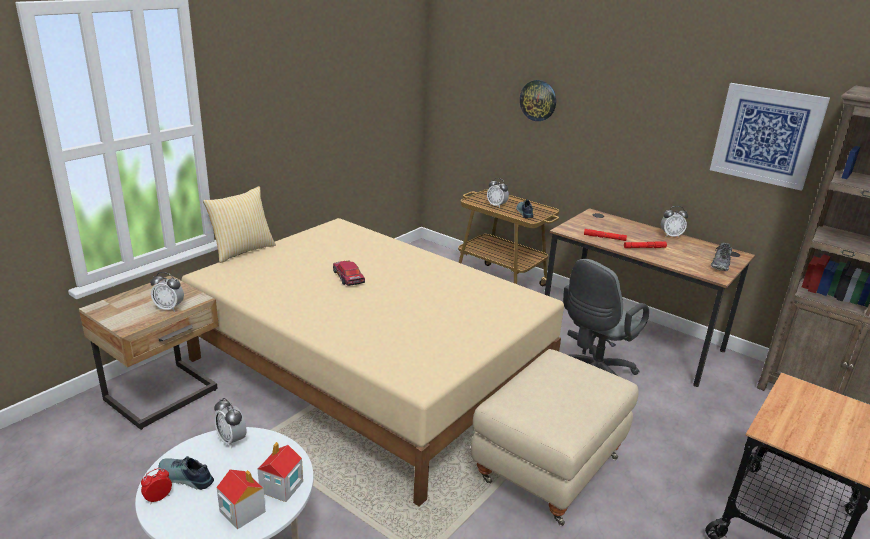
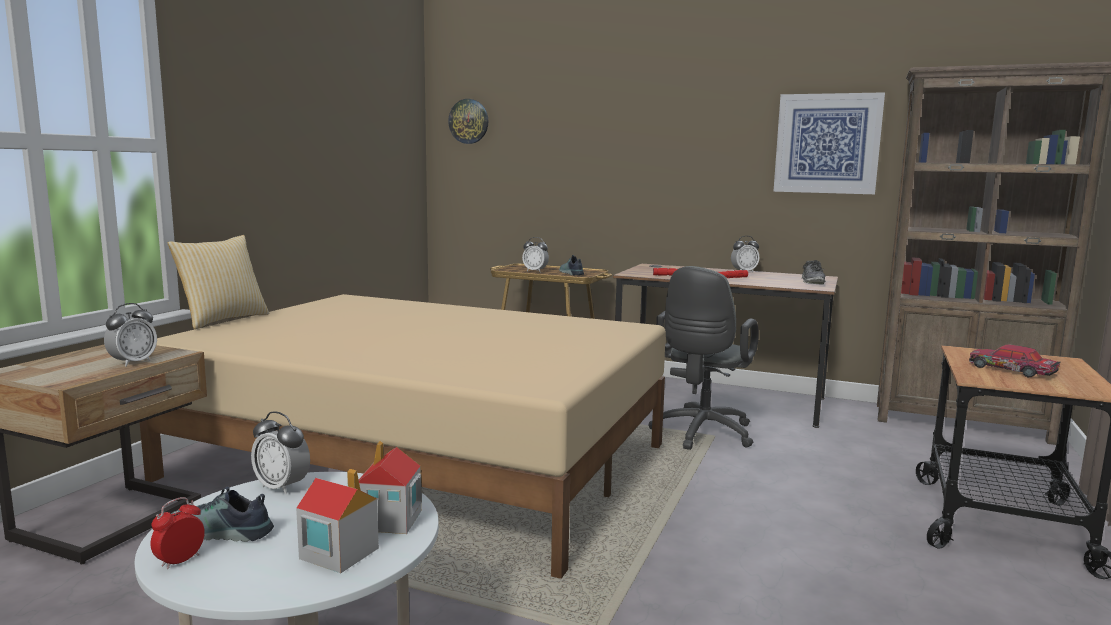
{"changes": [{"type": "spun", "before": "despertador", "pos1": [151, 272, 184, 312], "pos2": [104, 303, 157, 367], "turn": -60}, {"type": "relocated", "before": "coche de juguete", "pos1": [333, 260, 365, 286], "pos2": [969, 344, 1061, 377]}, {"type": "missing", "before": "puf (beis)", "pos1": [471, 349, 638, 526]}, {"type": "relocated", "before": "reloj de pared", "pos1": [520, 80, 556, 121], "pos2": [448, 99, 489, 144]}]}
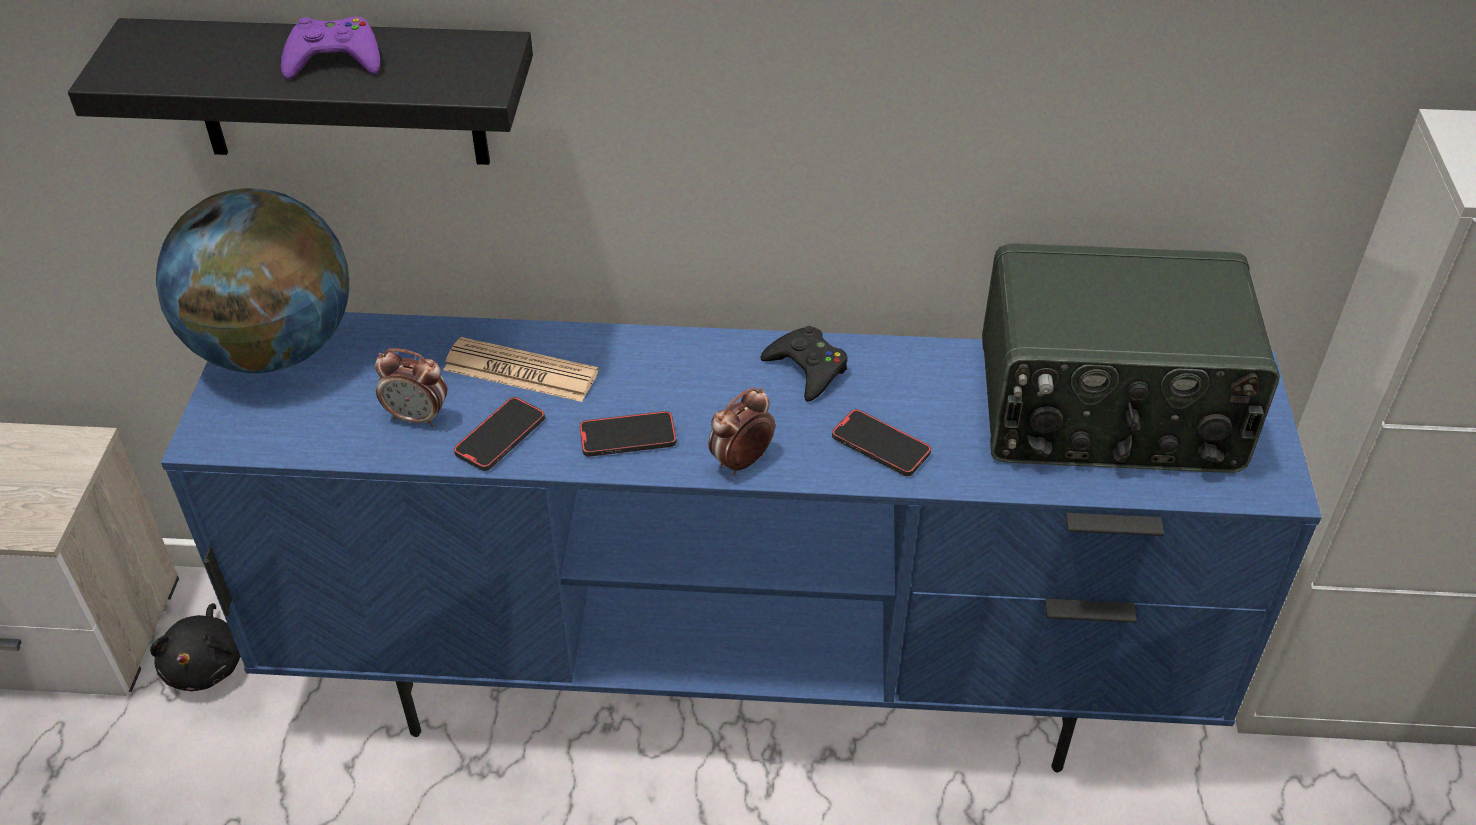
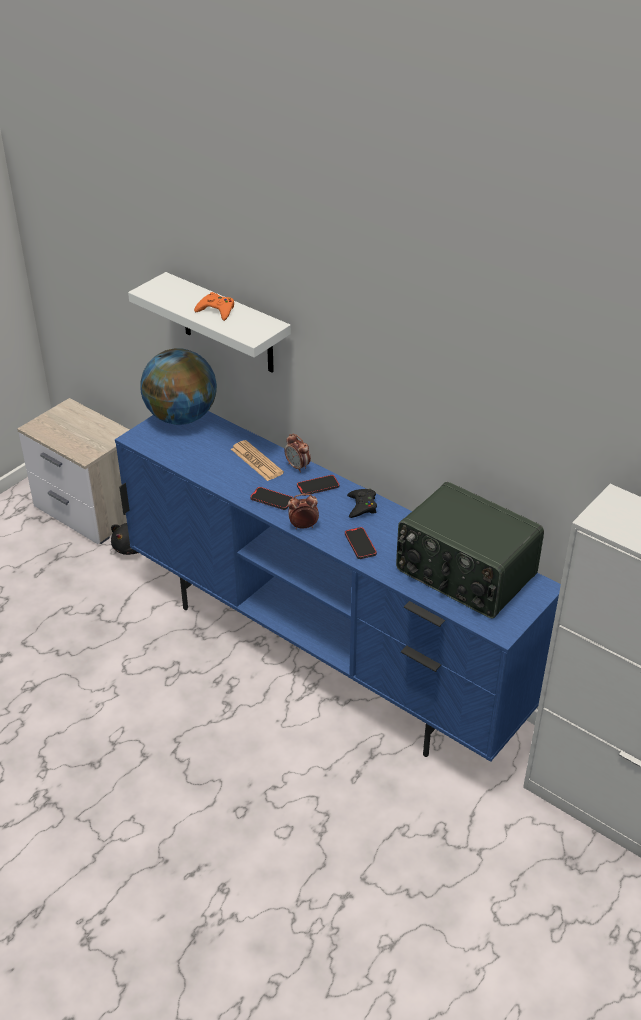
{"changes": [{"type": "colour", "before": "estante (negro)", "after": "estante (blanco)", "pos1": [68, 18, 533, 165], "pos2": [128, 272, 291, 373]}, {"type": "colour", "before": "mando de consola (morado)", "after": "mando de consola (naranja)", "pos1": [281, 17, 380, 80], "pos2": [194, 292, 234, 321]}, {"type": "relocated", "before": "despertador", "pos1": [375, 348, 447, 427], "pos2": [284, 434, 311, 473]}, {"type": "relocated", "before": "móvil", "pos1": [454, 397, 545, 471], "pos2": [297, 475, 339, 496]}]}
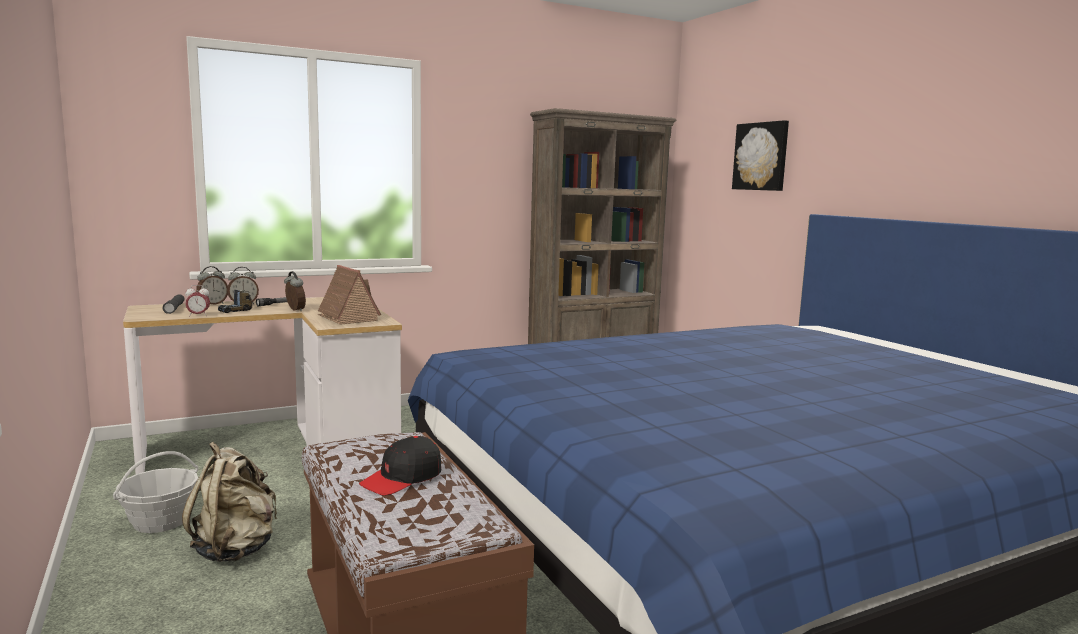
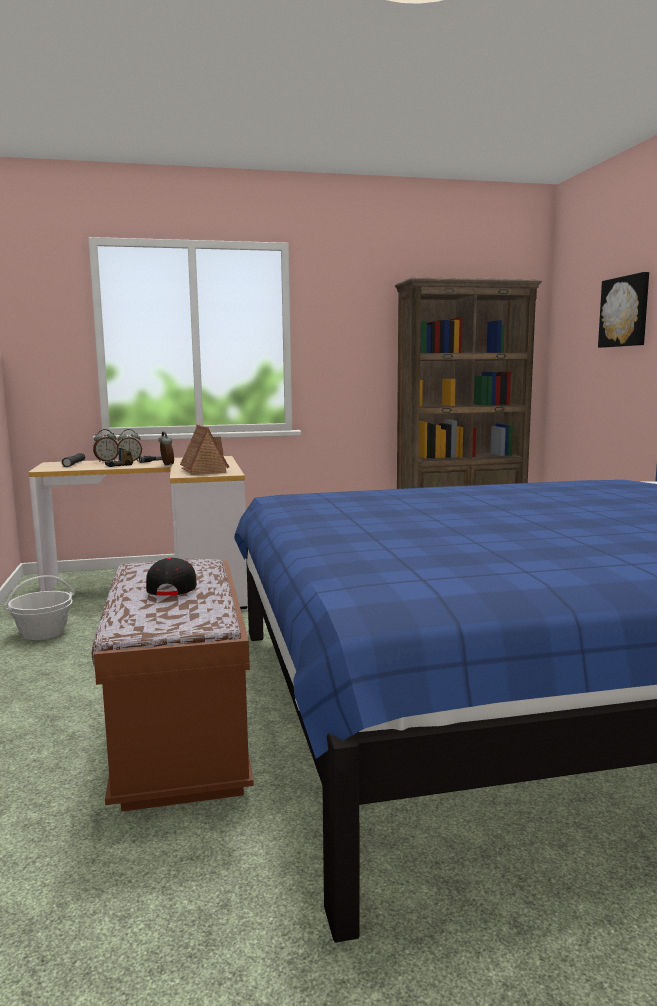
{"changes": [{"type": "missing", "before": "mochila (beis)", "pos1": [182, 442, 277, 562]}, {"type": "missing", "before": "despertador", "pos1": [185, 285, 210, 317]}, {"type": "spun", "before": "gorra (negro)", "pos1": [359, 436, 441, 496], "pos2": [146, 558, 197, 595], "turn": 120}]}
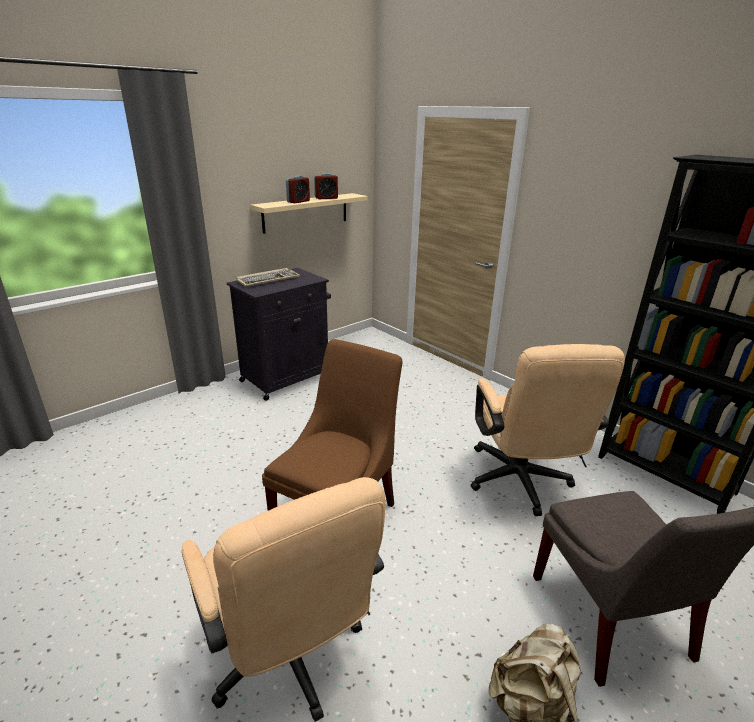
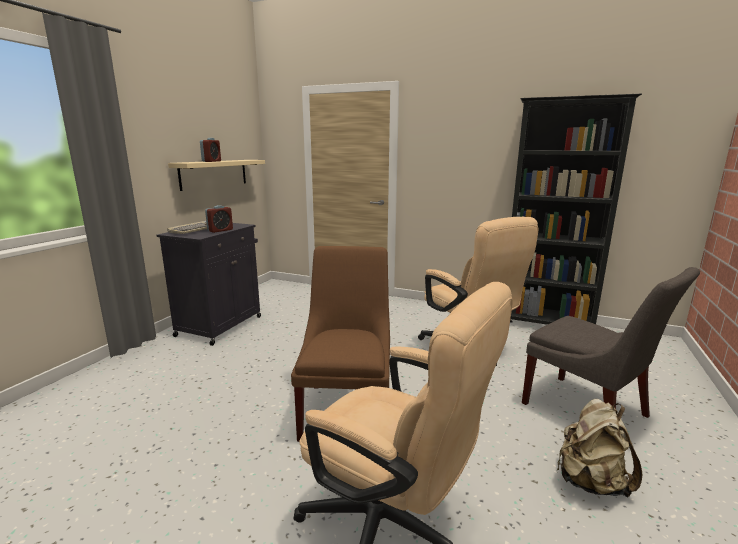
{"changes": [{"type": "relocated", "before": "despertador", "pos1": [314, 173, 338, 199], "pos2": [205, 205, 233, 233]}]}
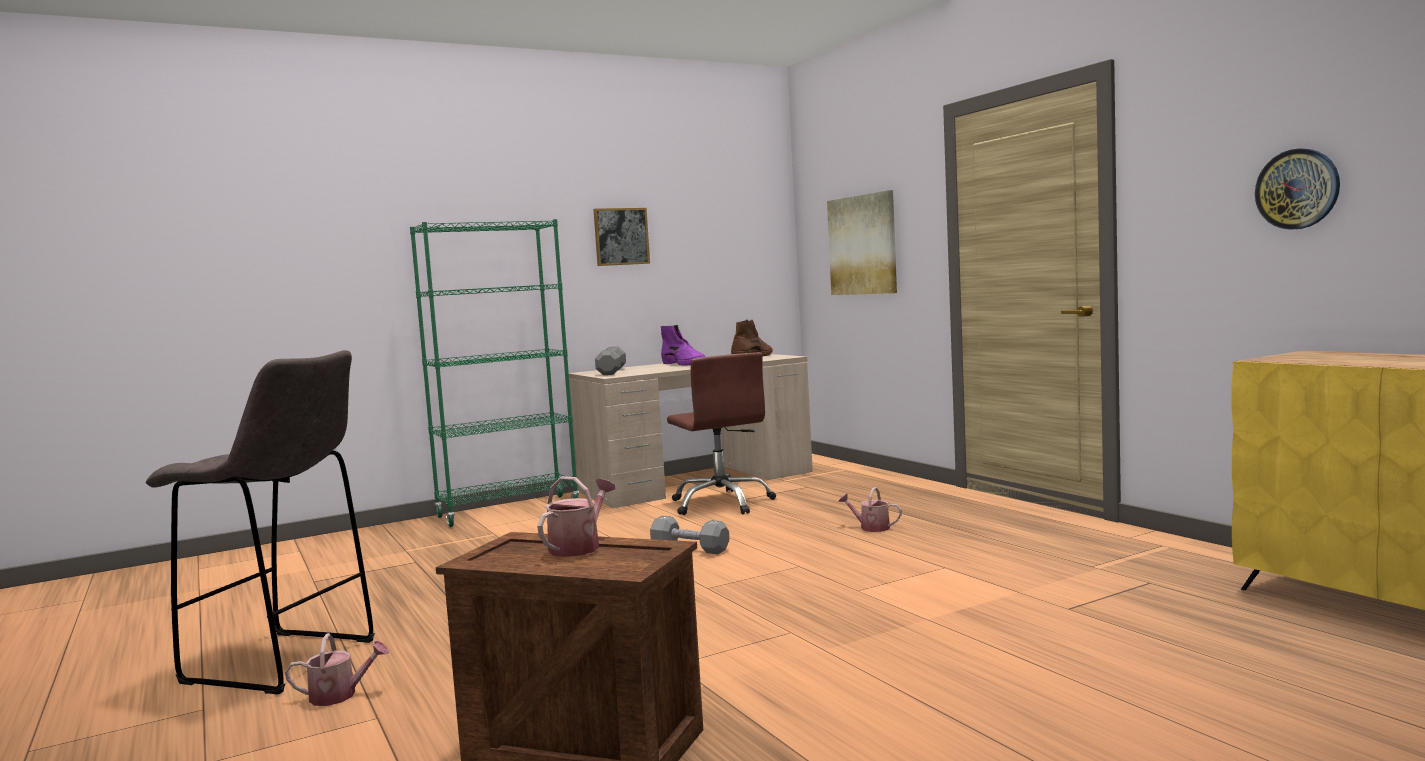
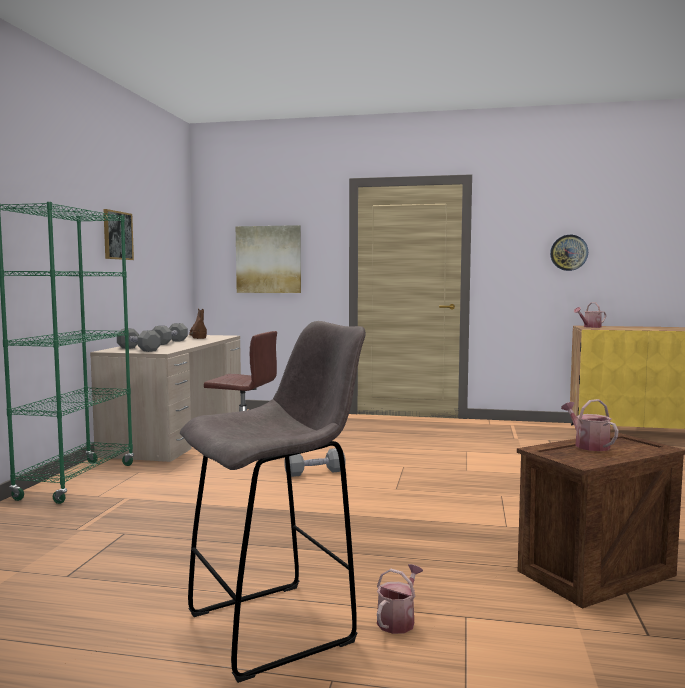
{"changes": [{"type": "exchanged", "before": "bota (morado)", "after": "mancuerna (gris)", "pos1": [661, 324, 706, 366], "pos2": [152, 323, 188, 345]}, {"type": "relocated", "before": "regadera", "pos1": [838, 487, 902, 532], "pos2": [574, 302, 606, 328]}]}
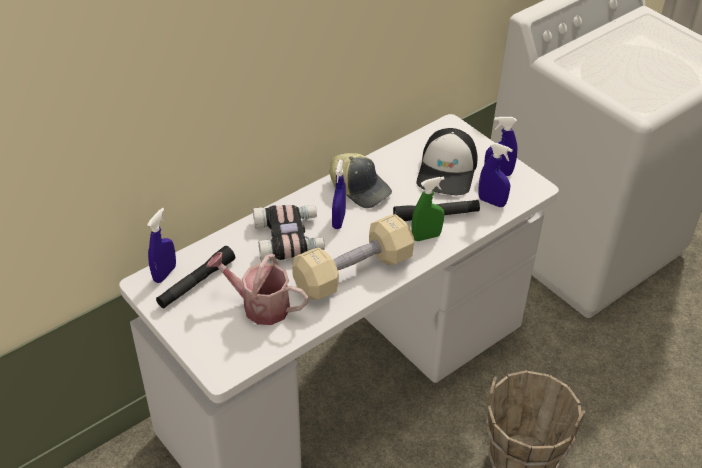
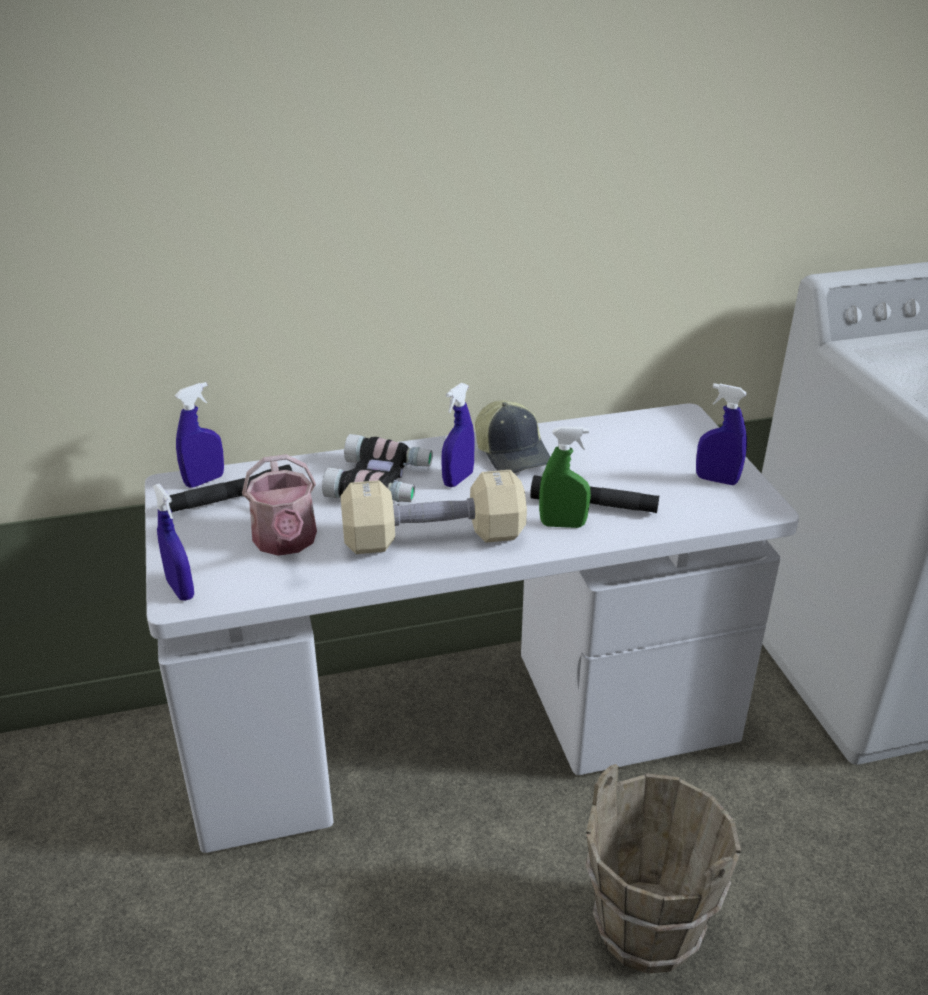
{"changes": [{"type": "spun", "before": "regadera", "pos1": [206, 252, 308, 325], "pos2": [242, 454, 317, 556], "turn": -150}, {"type": "missing", "before": "gorra", "pos1": [416, 128, 477, 195]}, {"type": "relocated", "before": "pulverizador (azul)", "pos1": [479, 143, 513, 207], "pos2": [153, 483, 194, 601]}]}
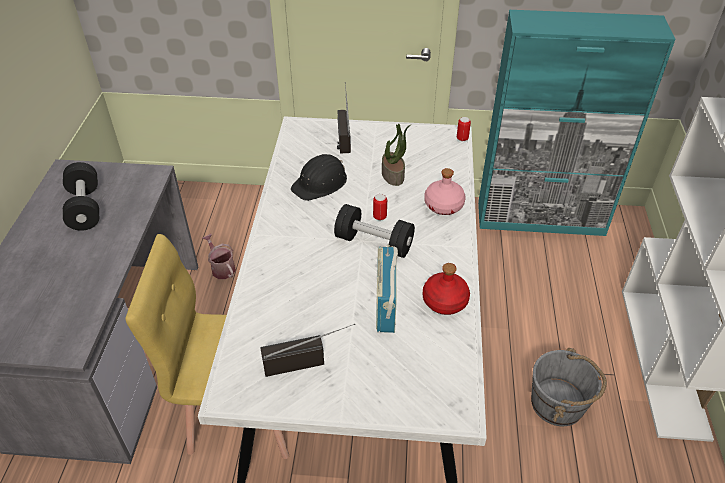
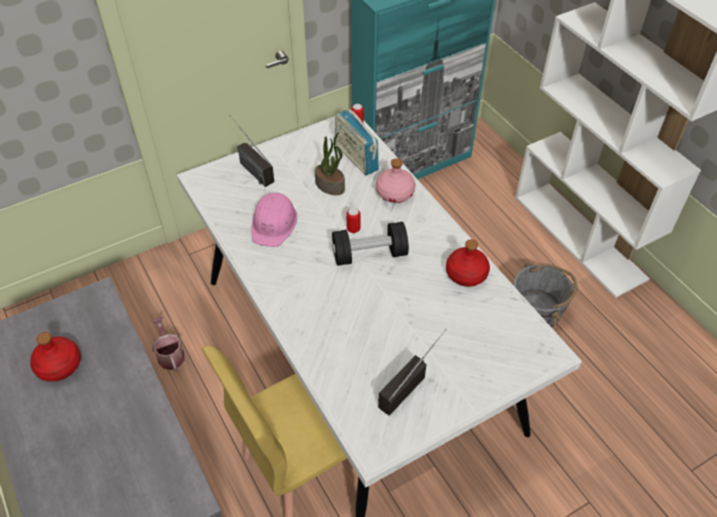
{"changes": [{"type": "exchanged", "before": "mancuerna (negro)", "after": "botella (rojo)", "pos1": [63, 162, 99, 231], "pos2": [30, 332, 81, 381]}, {"type": "spun", "before": "regadera", "pos1": [202, 234, 236, 279], "pos2": [152, 316, 185, 371], "turn": 45}, {"type": "colour", "before": "casco (negro)", "after": "casco (rosa)", "pos1": [291, 154, 347, 201], "pos2": [251, 193, 297, 247]}, {"type": "relocated", "before": "radio", "pos1": [376, 245, 398, 333], "pos2": [335, 108, 379, 176]}]}
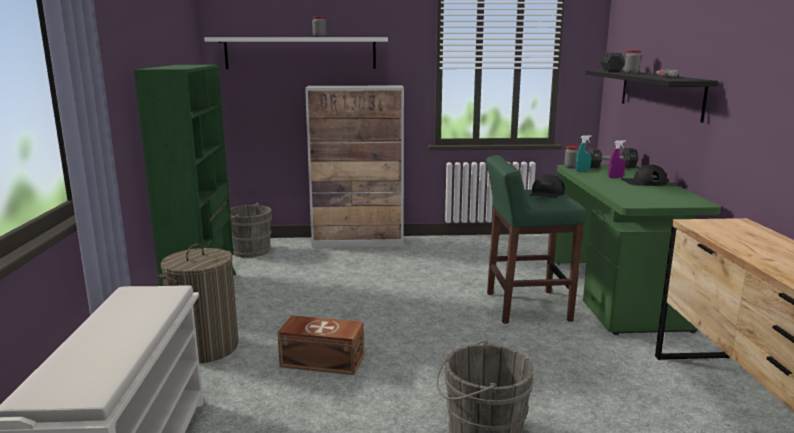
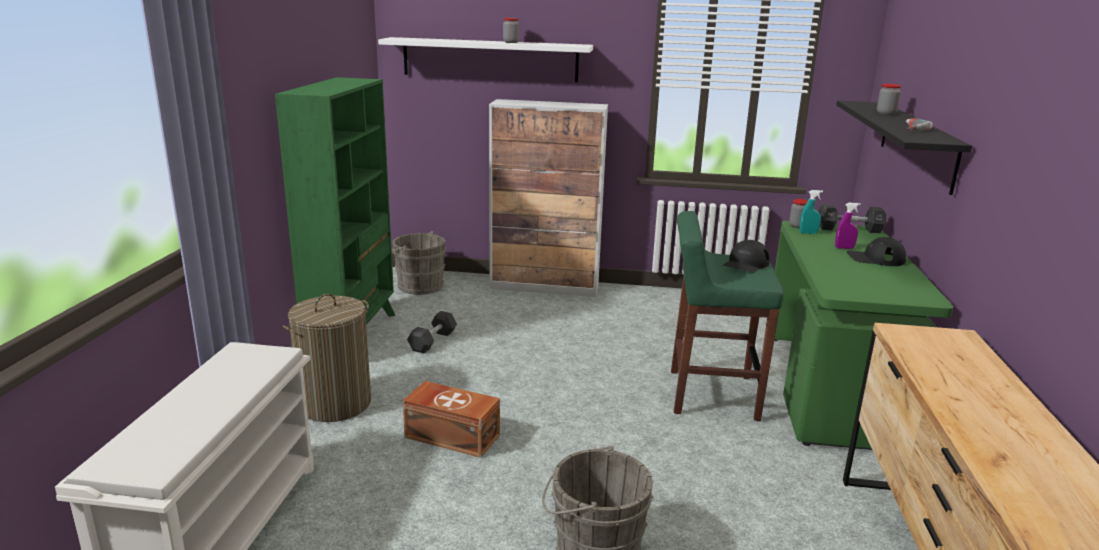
{"changes": [{"type": "relocated", "before": "mancuerna (negro)", "pos1": [600, 52, 625, 72], "pos2": [407, 311, 457, 353]}]}
